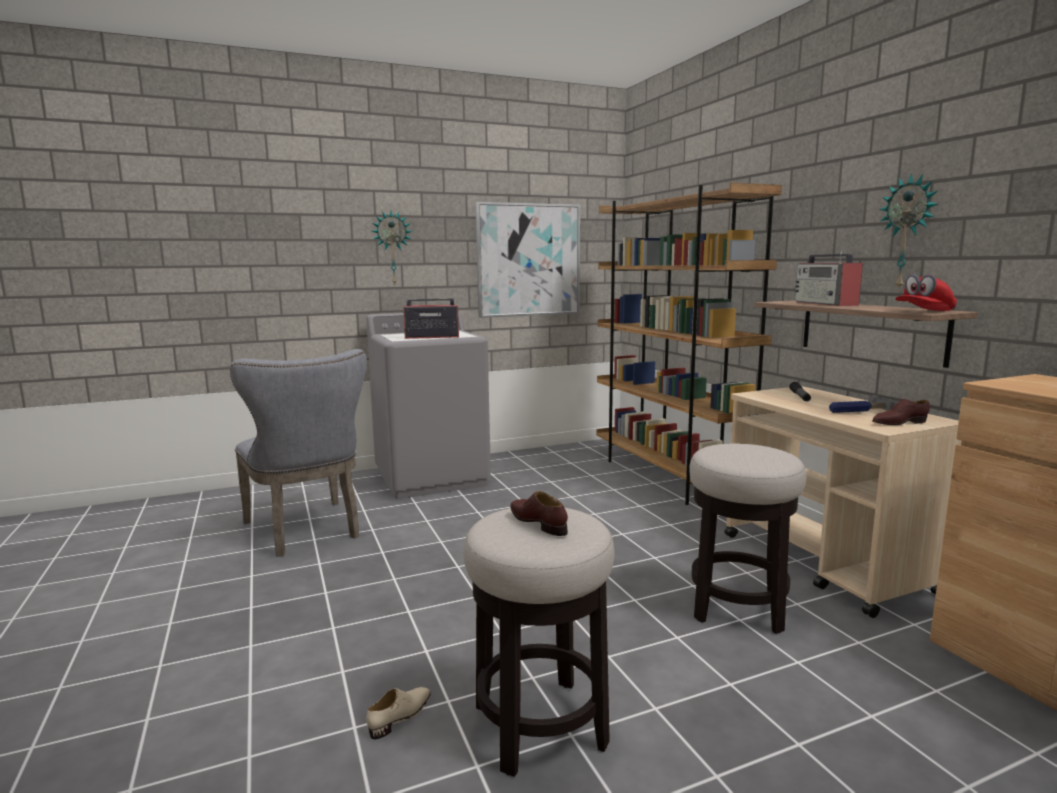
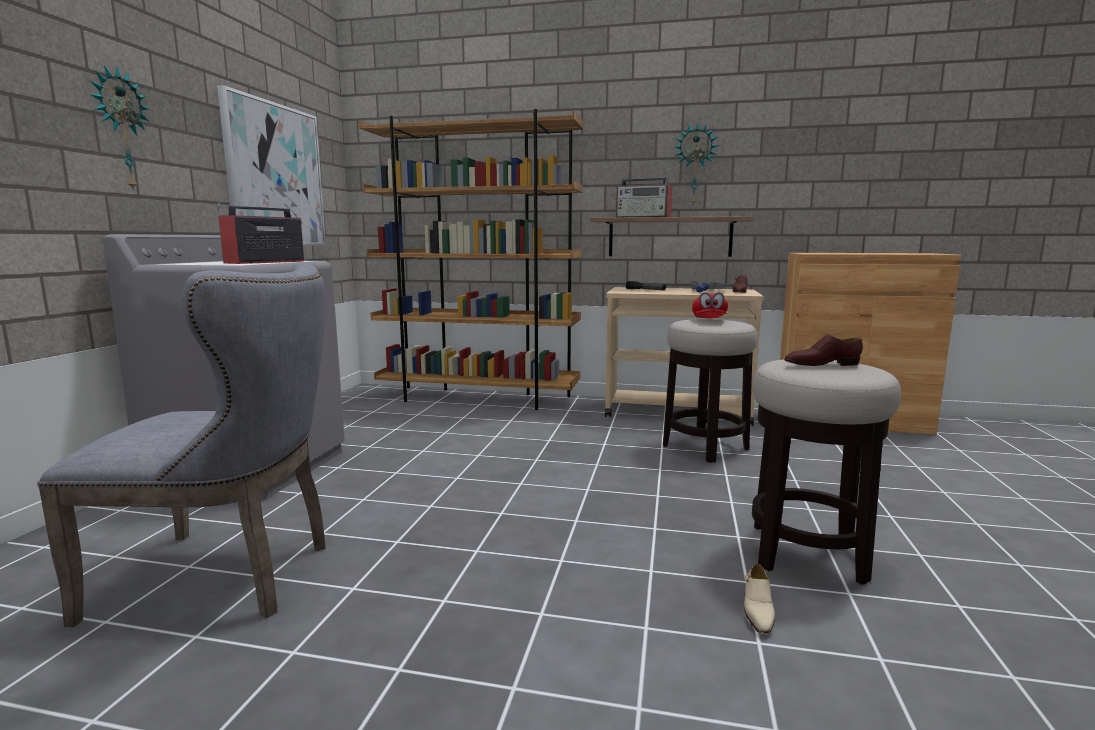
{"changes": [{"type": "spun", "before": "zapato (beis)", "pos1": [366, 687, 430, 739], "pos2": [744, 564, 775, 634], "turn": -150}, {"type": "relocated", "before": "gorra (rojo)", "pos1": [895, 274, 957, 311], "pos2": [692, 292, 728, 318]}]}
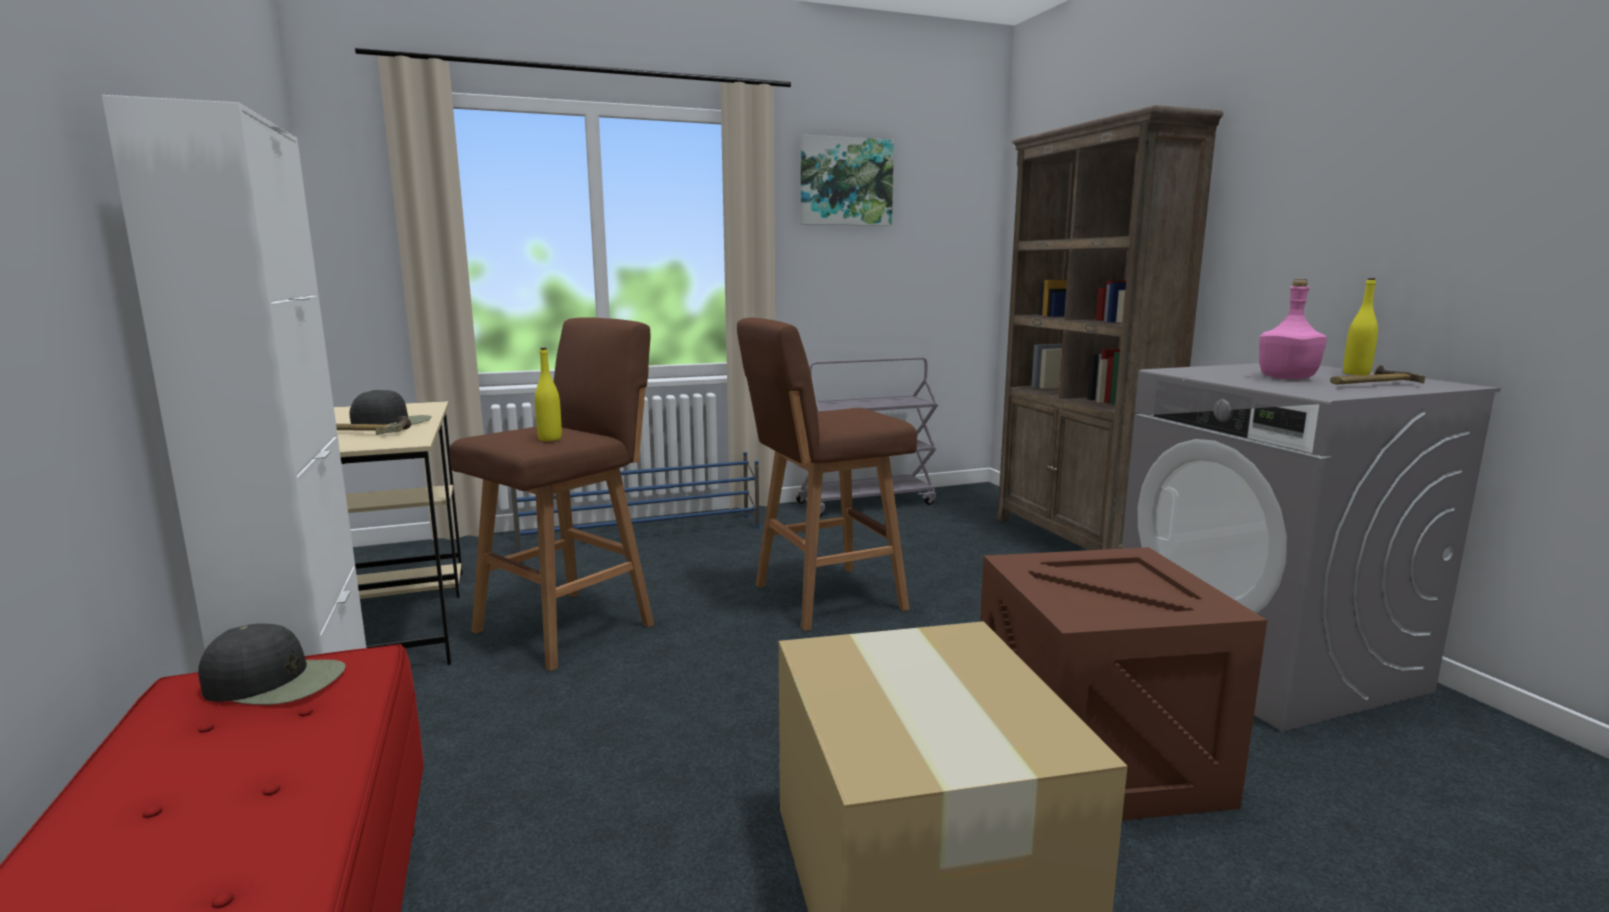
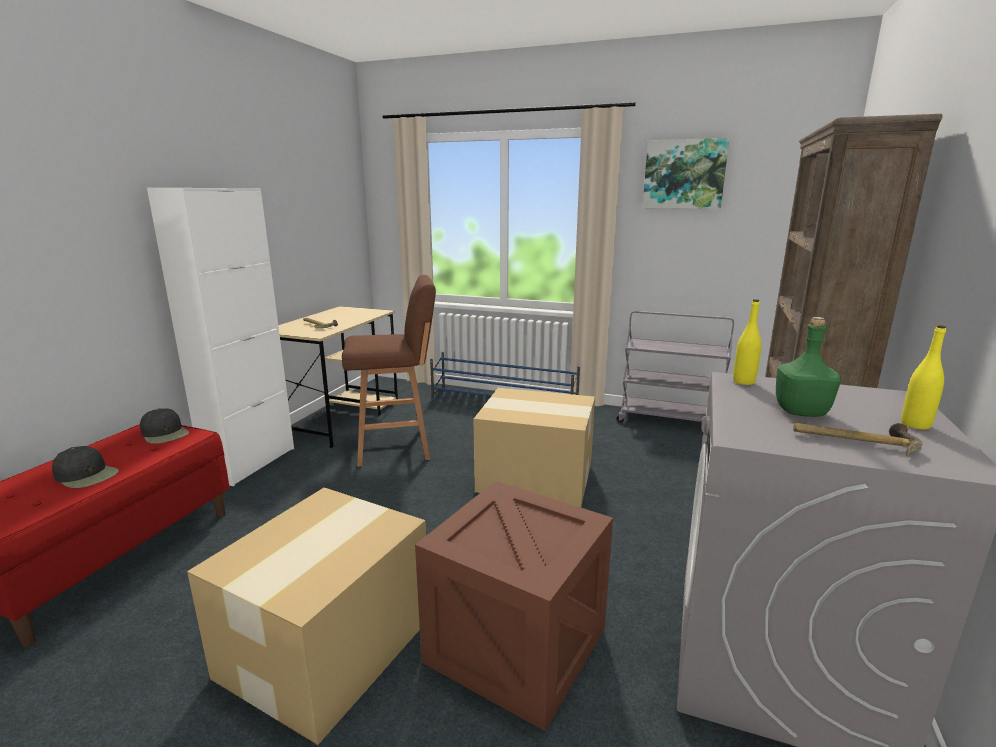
{"changes": [{"type": "relocated", "before": "gorra (negro)", "pos1": [349, 389, 432, 425], "pos2": [52, 446, 119, 488]}, {"type": "relocated", "before": "botella (amarillo)", "pos1": [535, 348, 562, 441], "pos2": [733, 299, 761, 385]}, {"type": "exchanged", "before": "taburete (marrón)", "after": "caja de cartón", "pos1": [737, 317, 917, 631], "pos2": [474, 388, 595, 507]}, {"type": "colour", "before": "botella (rosa)", "after": "botella (verde)", "pos1": [1259, 279, 1327, 379], "pos2": [776, 317, 841, 417]}]}
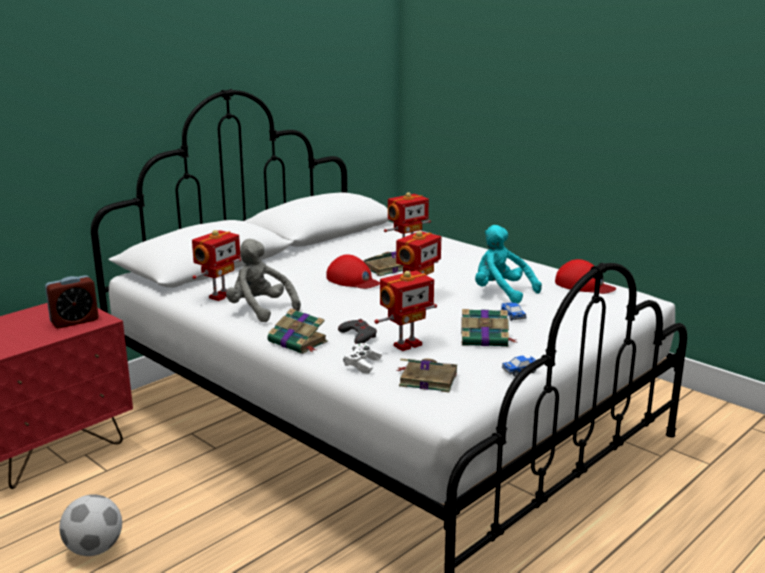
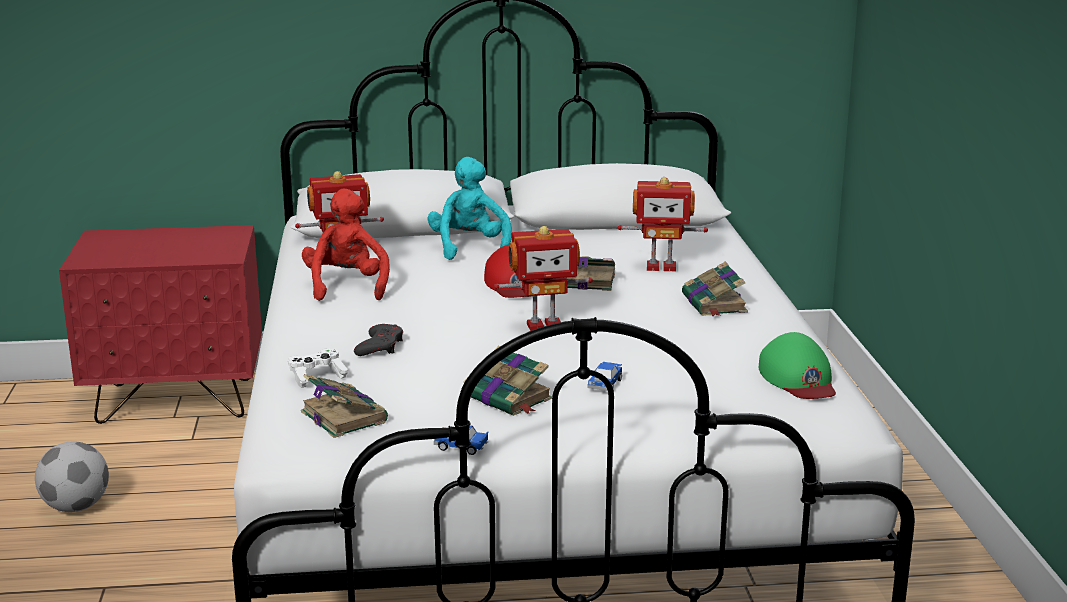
{"changes": [{"type": "missing", "before": "despertador", "pos1": [45, 275, 99, 329]}, {"type": "colour", "before": "peluche (gris)", "after": "peluche (rojo)", "pos1": [226, 239, 301, 322], "pos2": [302, 189, 390, 301]}, {"type": "relocated", "before": "libro", "pos1": [267, 308, 328, 354], "pos2": [682, 262, 748, 316]}, {"type": "missing", "before": "robot de juguete", "pos1": [374, 270, 437, 351]}, {"type": "relocated", "before": "peluche (turquesa)", "pos1": [475, 225, 542, 304], "pos2": [428, 157, 512, 260]}, {"type": "colour", "before": "gorra (rojo)", "after": "gorra (verde)", "pos1": [555, 259, 616, 294], "pos2": [759, 332, 836, 399]}]}
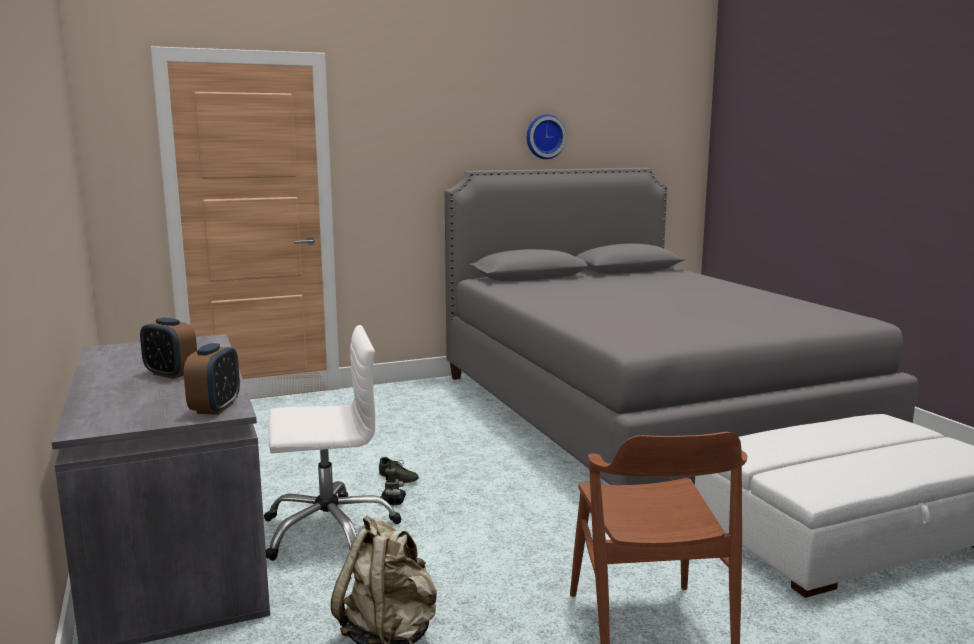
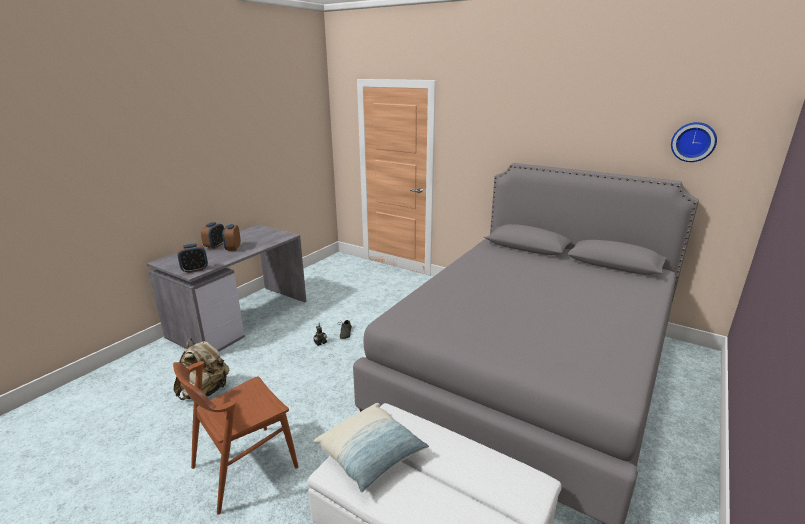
{"changes": [{"type": "missing", "before": "silla de oficina (blanco)", "pos1": [264, 325, 401, 561]}, {"type": "relocated", "before": "reloj de pared", "pos1": [527, 114, 566, 159], "pos2": [671, 122, 717, 162]}, {"type": "appeared", "after": "despertador", "pos2": [201, 222, 224, 249]}, {"type": "appeared", "after": "cojín", "pos2": [314, 403, 429, 492]}]}
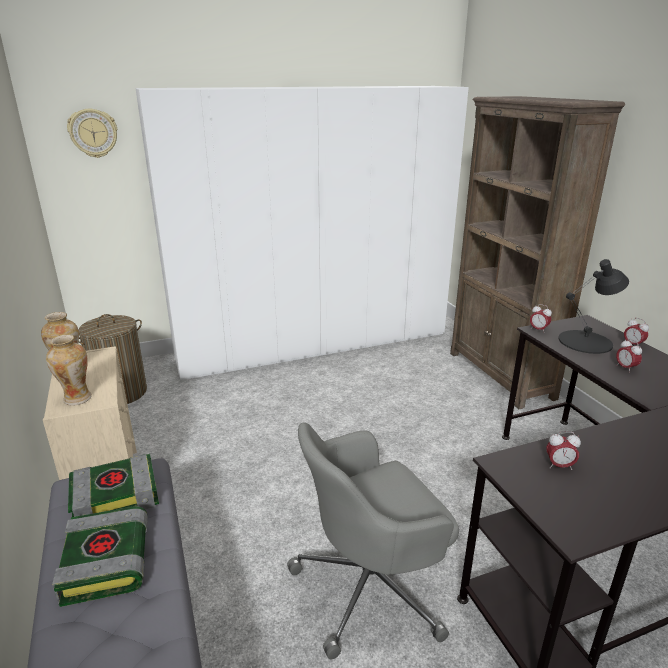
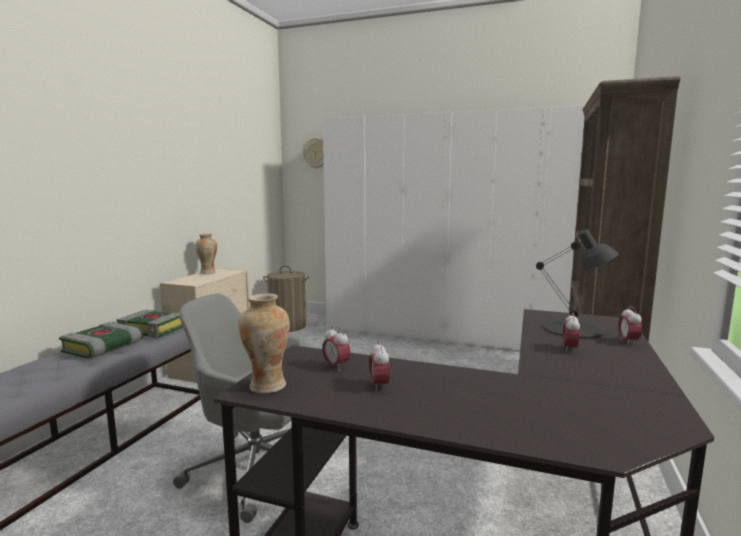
{"changes": [{"type": "relocated", "before": "florero", "pos1": [46, 335, 92, 406], "pos2": [238, 293, 290, 394]}, {"type": "relocated", "before": "despertador", "pos1": [530, 304, 552, 331], "pos2": [369, 341, 390, 392]}]}
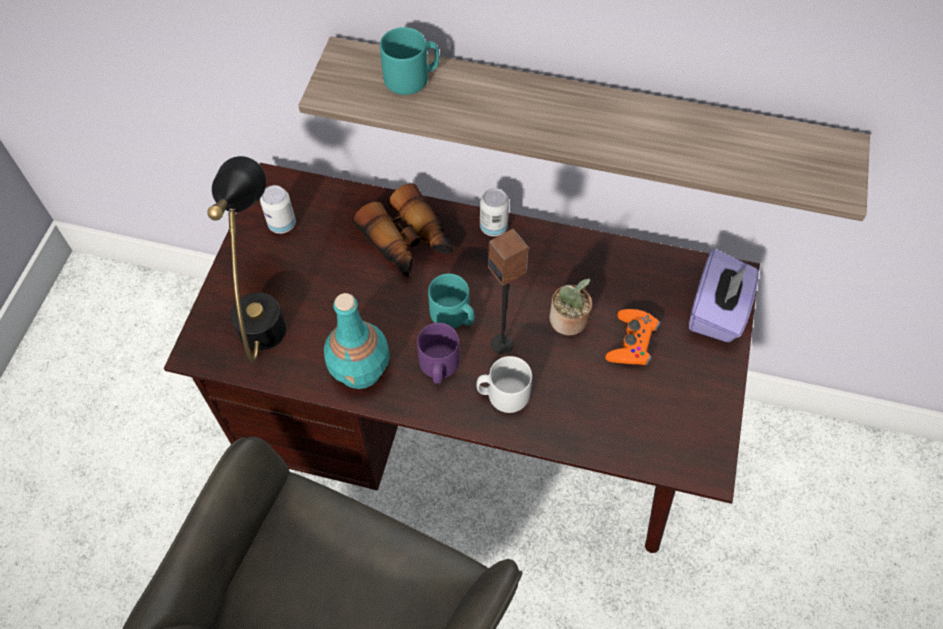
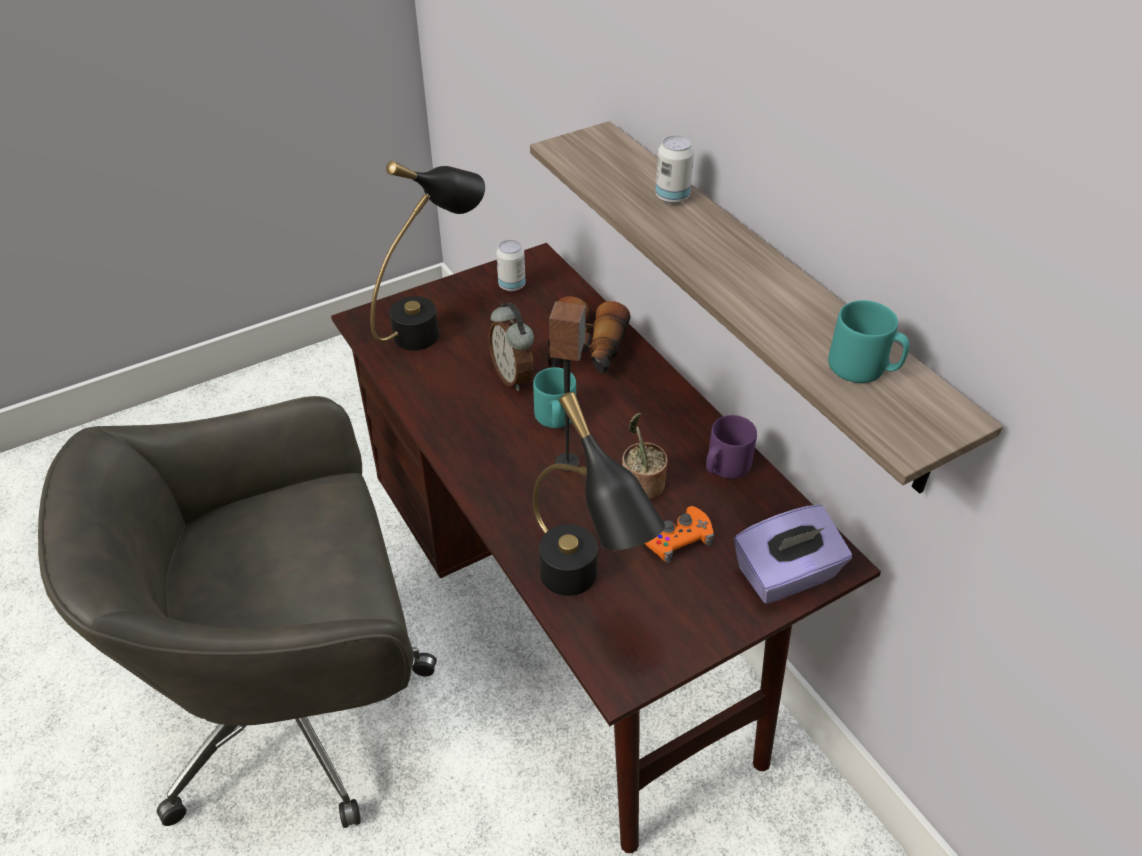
{"changes": [{"type": "missing", "before": "botella (turquesa)", "pos1": [324, 293, 390, 389]}, {"type": "relocated", "before": "taza grande (turquesa)", "pos1": [380, 27, 439, 95], "pos2": [828, 300, 910, 383]}, {"type": "relocated", "before": "taza grande (morado)", "pos1": [417, 323, 460, 384], "pos2": [706, 415, 757, 479]}, {"type": "missing", "before": "taza grande (gris)", "pos1": [477, 356, 532, 413]}, {"type": "relocated", "before": "lata", "pos1": [480, 188, 509, 236], "pos2": [655, 135, 694, 204]}, {"type": "appeared", "after": "despertador", "pos2": [488, 303, 534, 391]}, {"type": "appeared", "after": "lámpara de mesa (negro)", "pos2": [533, 392, 665, 596]}]}
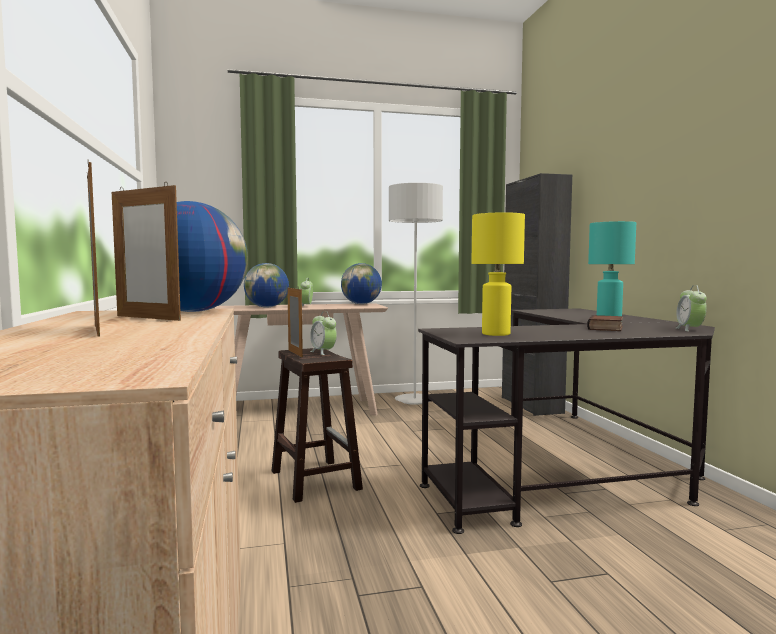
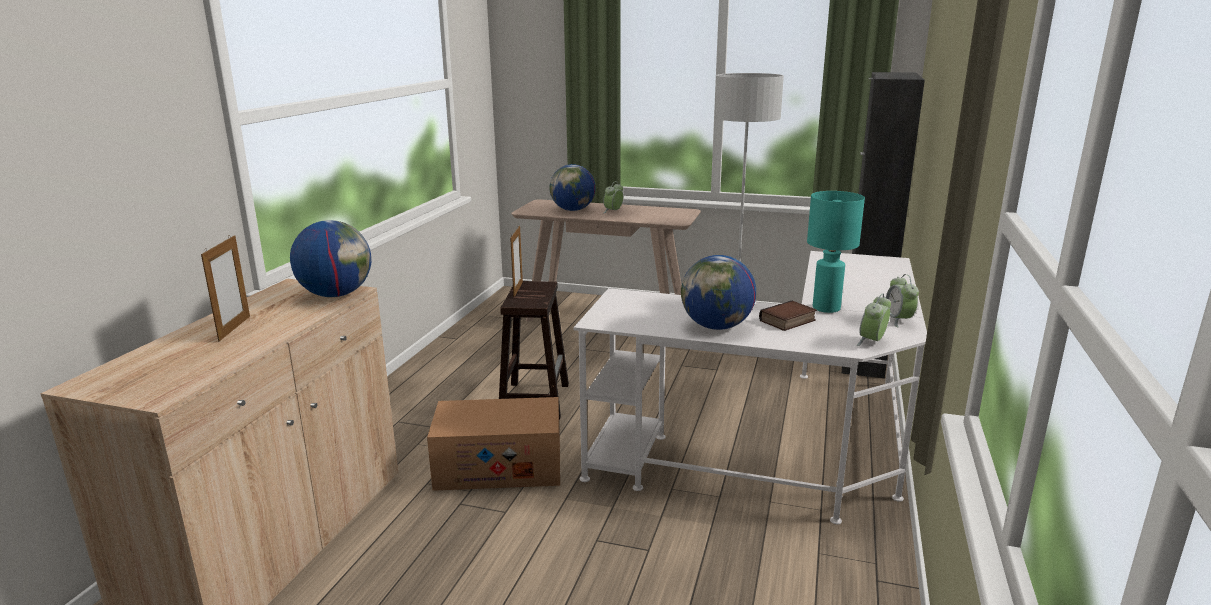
{"changes": [{"type": "missing", "before": "portarretratos", "pos1": [112, 183, 181, 321]}, {"type": "relocated", "before": "despertador", "pos1": [310, 311, 337, 355], "pos2": [886, 274, 919, 327]}, {"type": "relocated", "before": "globo terráqueo", "pos1": [341, 263, 382, 304], "pos2": [681, 255, 756, 330]}, {"type": "colour", "before": "escritorio (negro)", "after": "escritorio (blanco)", "pos1": [418, 308, 715, 534], "pos2": [573, 251, 927, 524]}, {"type": "missing", "before": "lámpara de mesa (amarillo)", "pos1": [471, 212, 525, 336]}, {"type": "appeared", "after": "caja de cartón", "pos2": [427, 397, 560, 491]}]}
